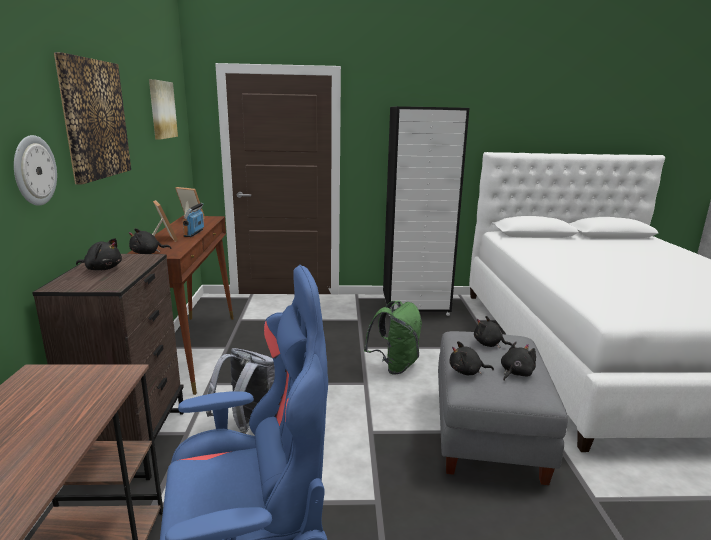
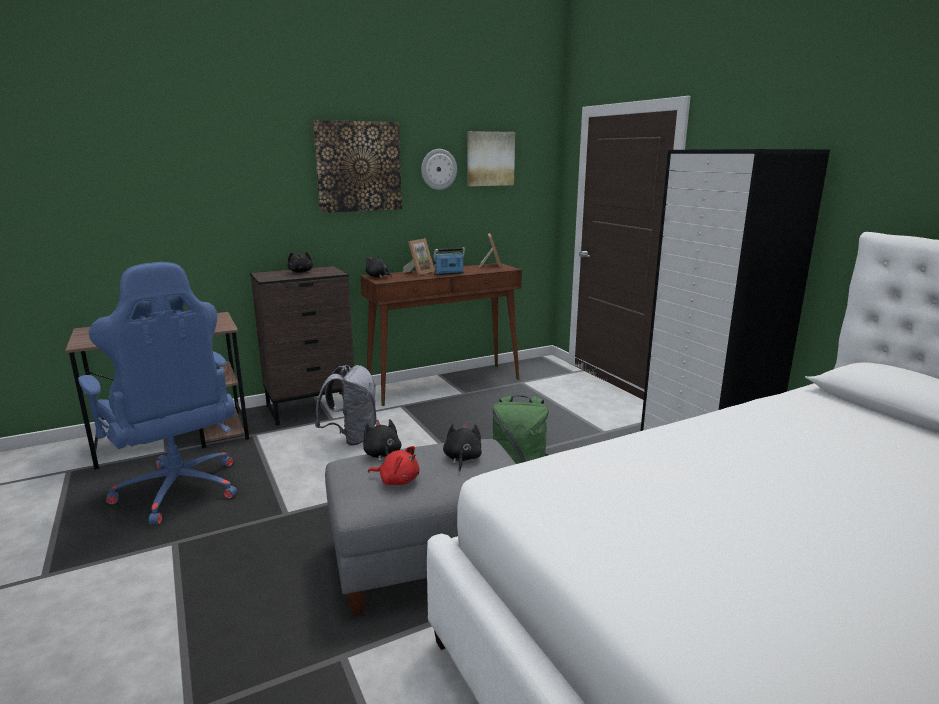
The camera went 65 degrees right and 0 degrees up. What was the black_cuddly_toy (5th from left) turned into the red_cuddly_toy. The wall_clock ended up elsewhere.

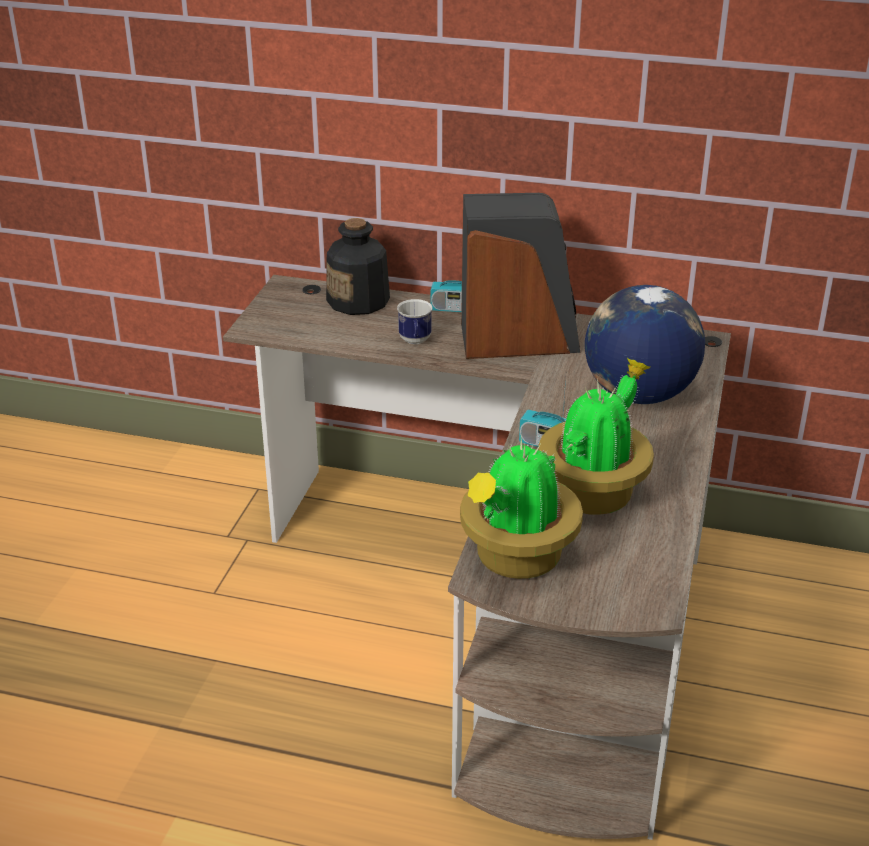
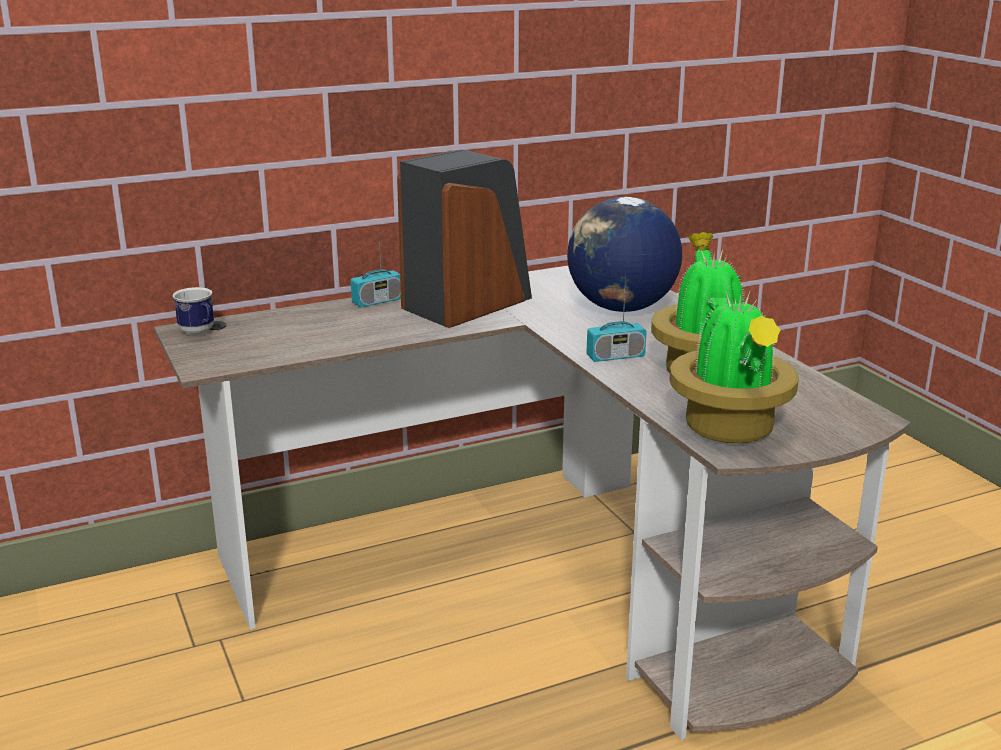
The camera went 40 degrees left and 10 degrees down. The tea_mug ended up elsewhere. The second view lost the drink_bottle.

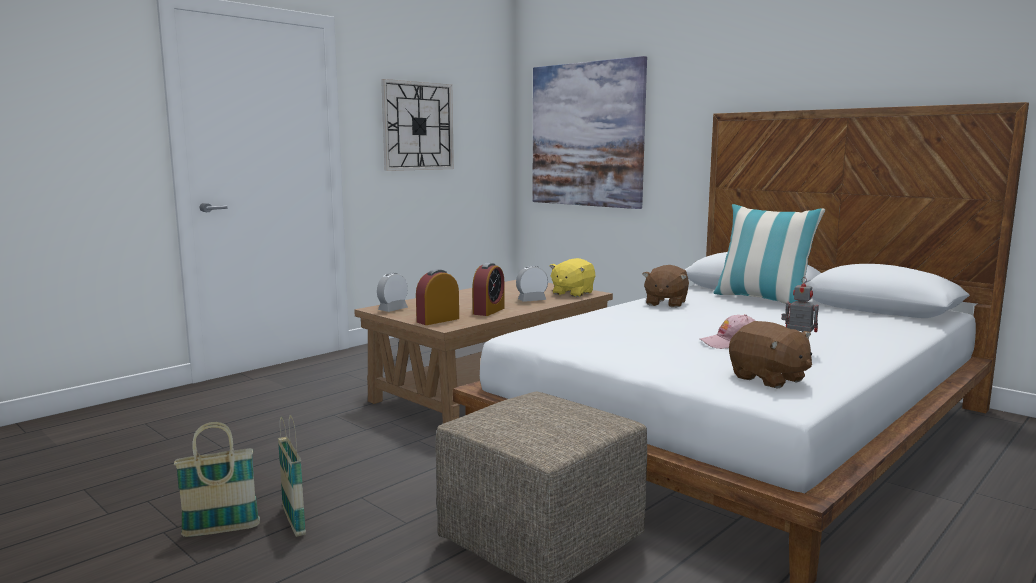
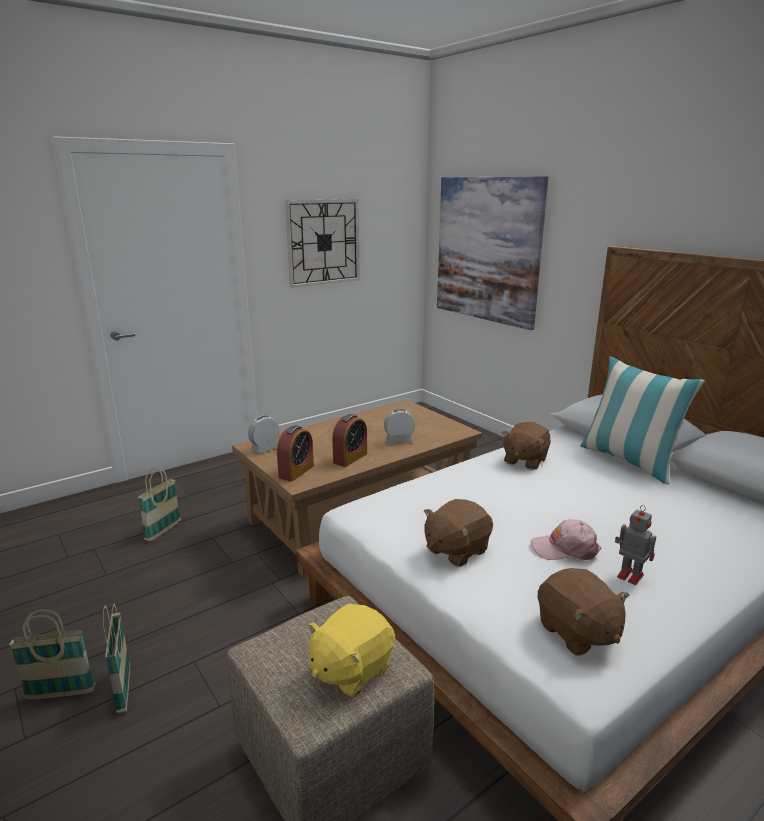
The camera went 10 degrees right and 10 degrees up. The second view gained the basket (3rd from left). The bedside_clock (2nd from left) ended up facing another way, 150 degrees clockwise from before. The yellowish_cuddly_toy ended up elsewhere. The second view gained the brown_cuddly_toy (1st from left).

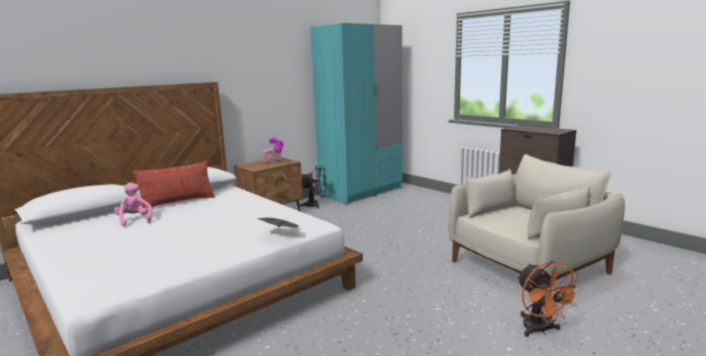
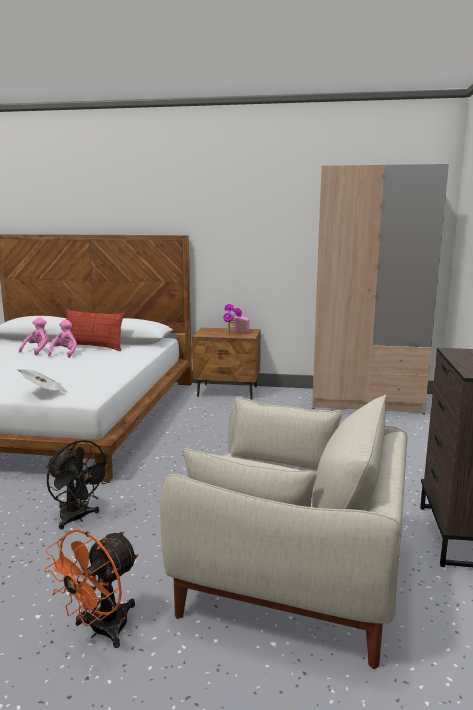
The camera went 50 degrees right and 0 degrees up. The black_cooling_fan ended up elsewhere. The second view gained the pinkish_cuddly_toy (2nd from left). What was the turquoise-coloured_clothes_cupboard turned into the beige_clothes_cupboard.

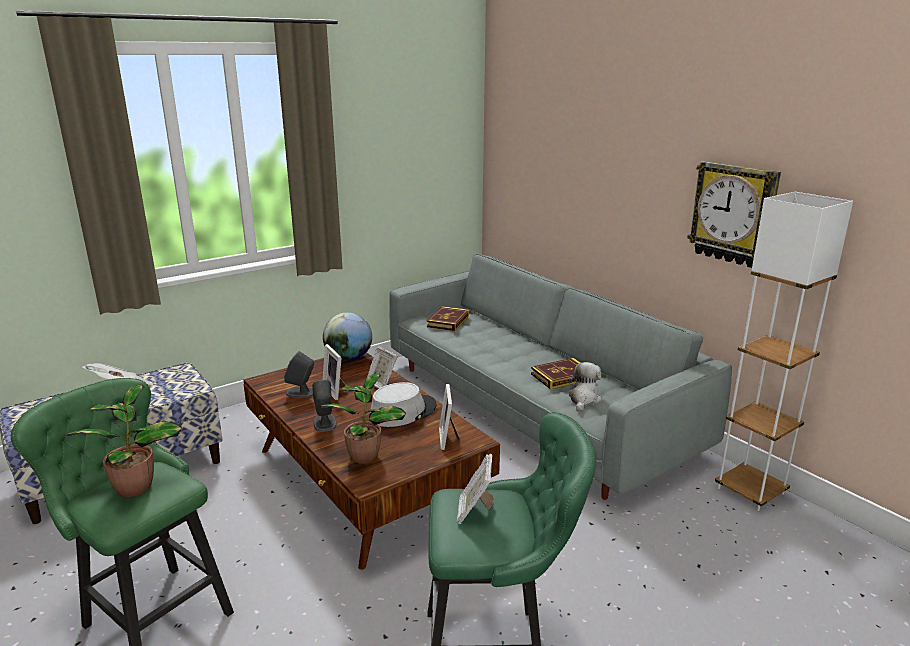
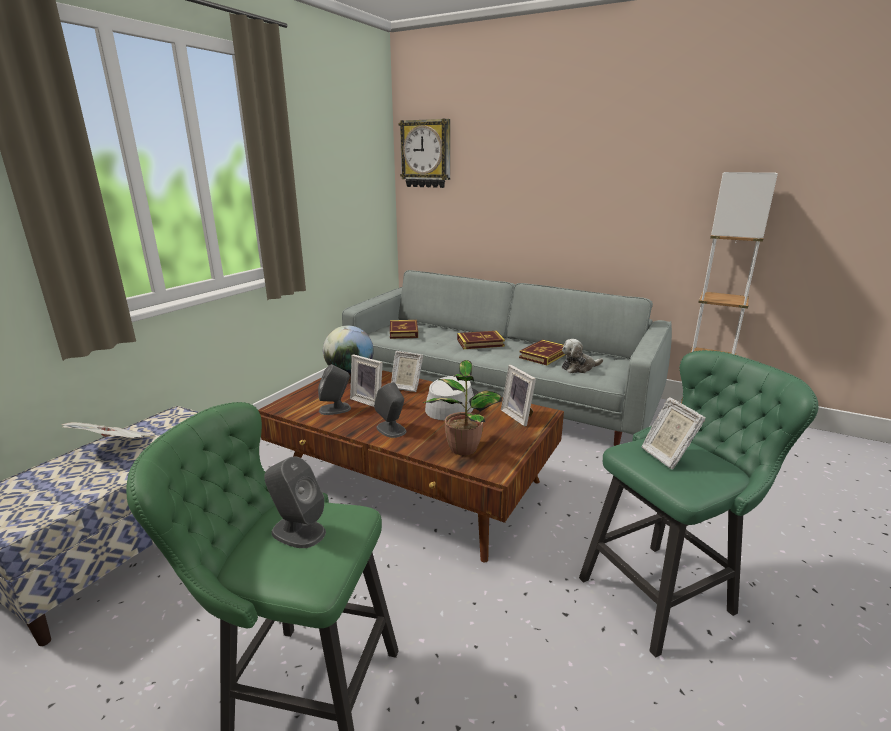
The camera went 25 degrees left and 0 degrees up. Where the houseplant (1st from left) stood, the grey_audio_speaker (1st from left) came to stand. The wall_clock ended up elsewhere. The second view gained the book (2nd from left). The cuddly_toy ended up facing another way, 105 degrees counterclockwise from before.

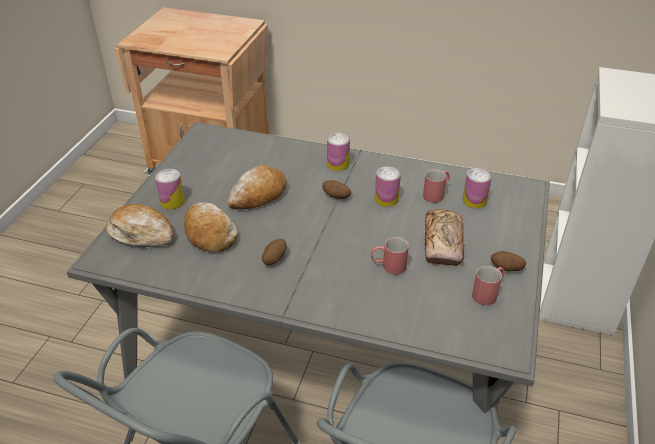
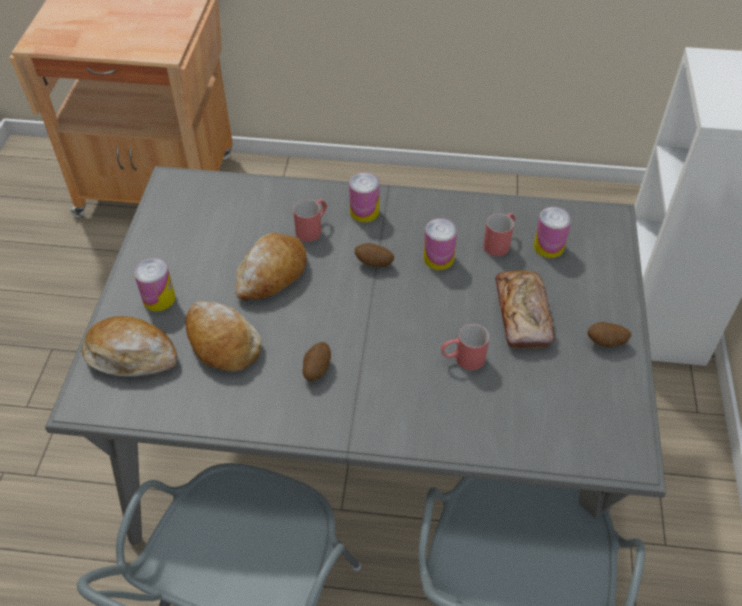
The camera went 10 degrees left and 10 degrees up. The red_tea_mug (3rd from left in the first image) ended up elsewhere.

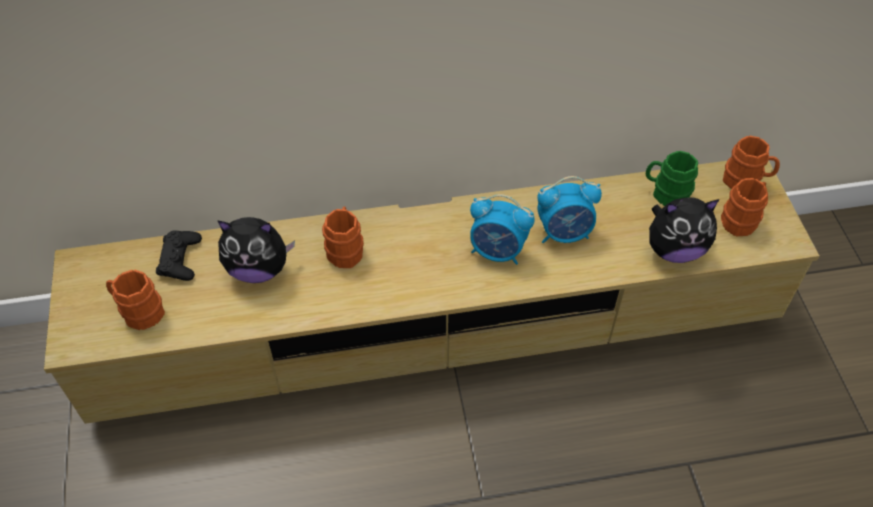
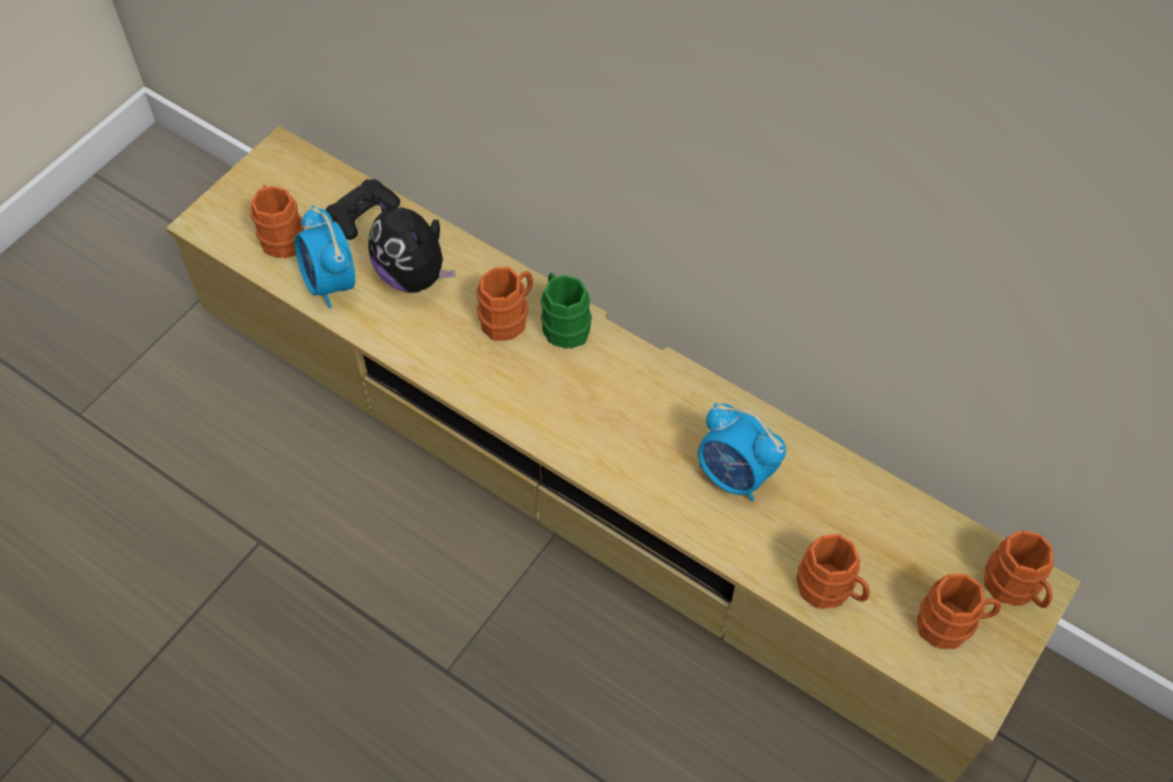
The camera went 45 degrees right and 5 degrees up. The bedside_clock (1st from left) ended up elsewhere. The greenish_tea_mug ended up elsewhere. Where the cuddly_toy (2nd from left) stood, the orange_tea_mug (3rd from left) came to stand.

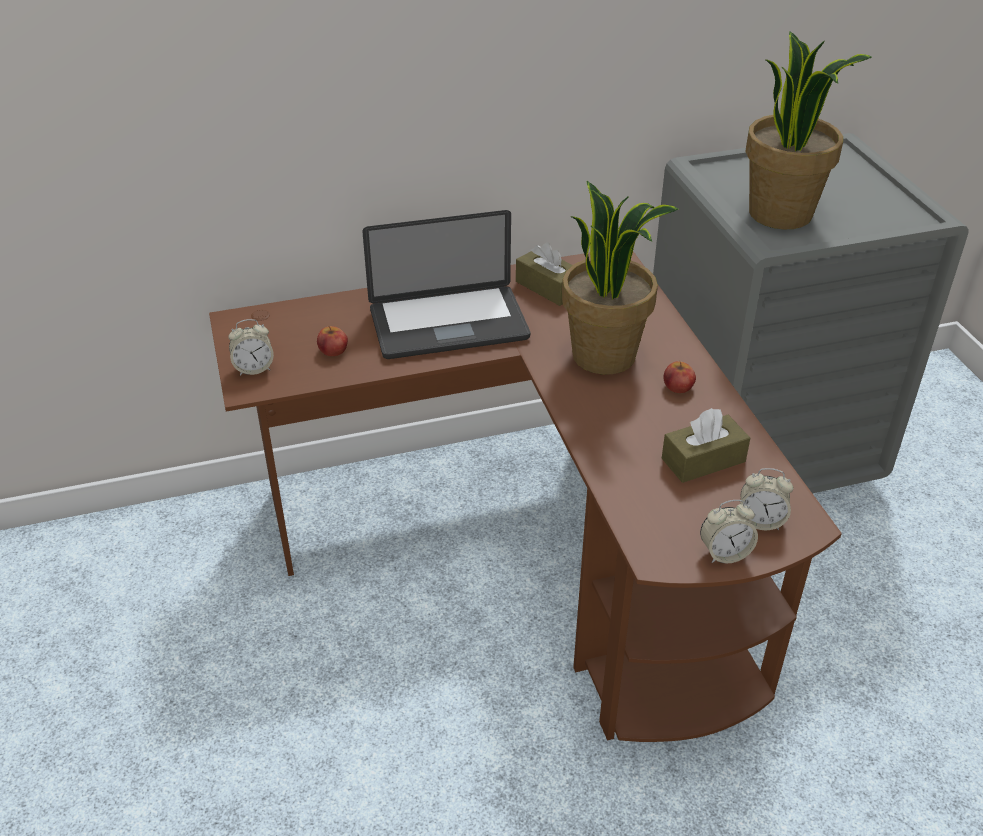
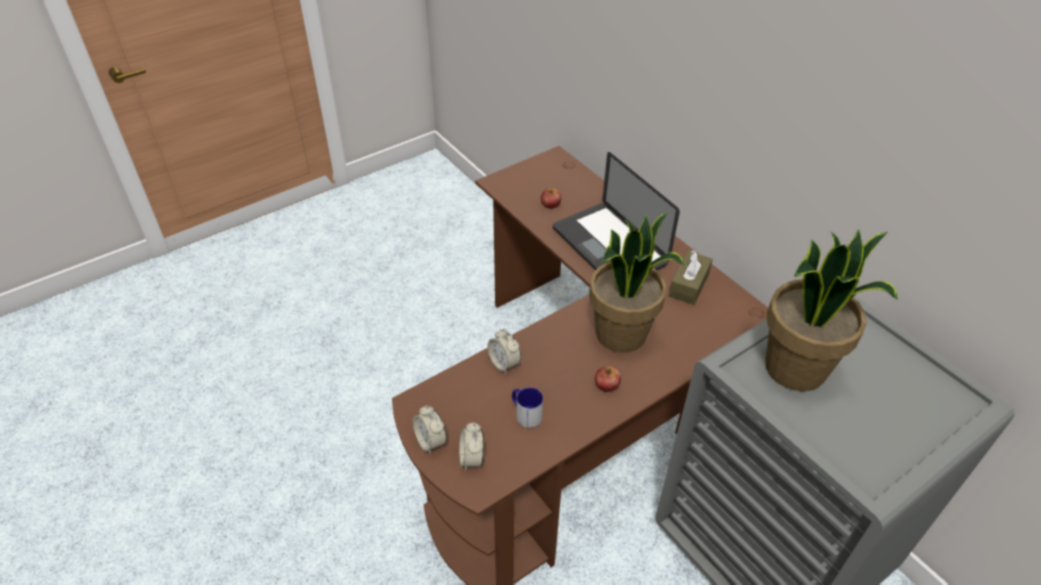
The camera went 70 degrees right and 5 degrees up. The bedside_clock (1st from left in the first image) ended up elsewhere. Where the brown_box_of_tissues (2nd from left) stood, the tea_mug came to stand.

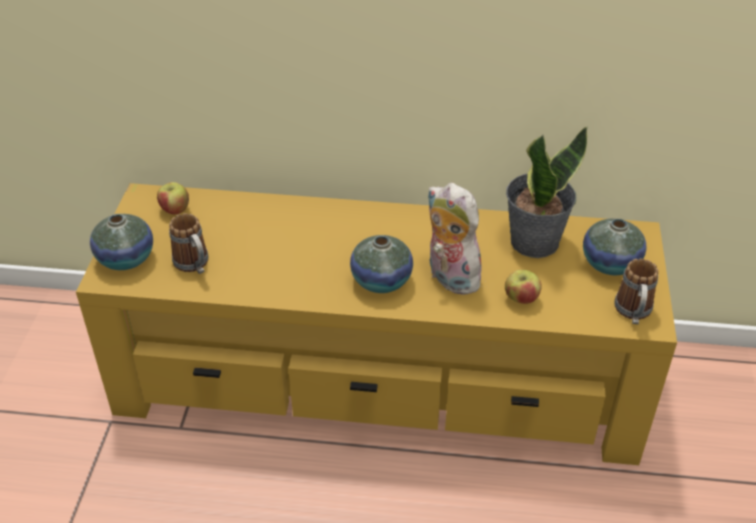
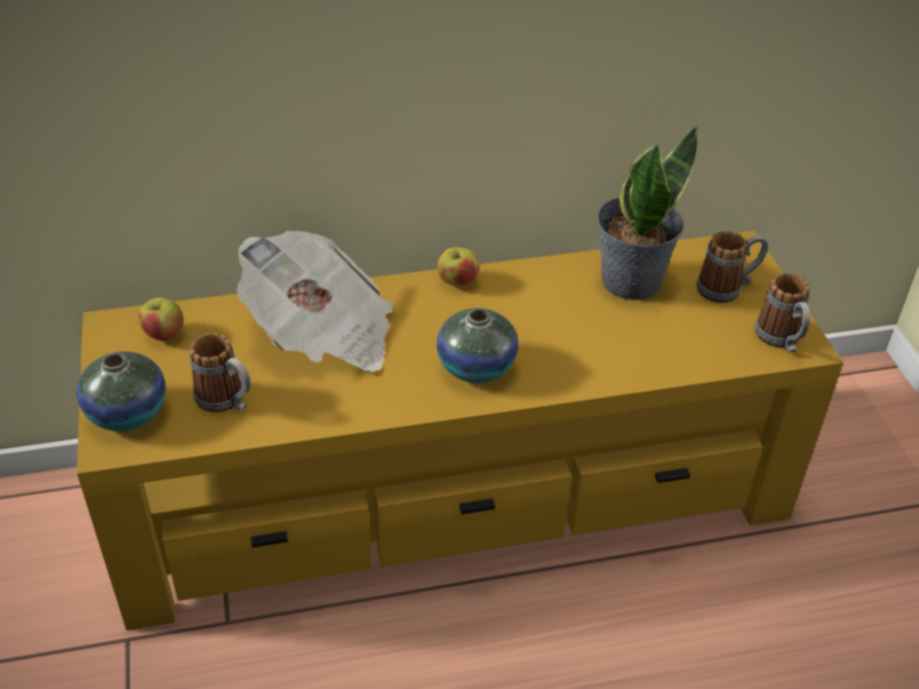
The camera went 20 degrees left and 0 degrees up. The second view gained the daily_paper. The apple_fruit (2nd from left) ended up elsewhere. Where the vase (3rd from left) stood, the tea_mug (2nd from left) came to stand. The second view lost the cuddly_toy.

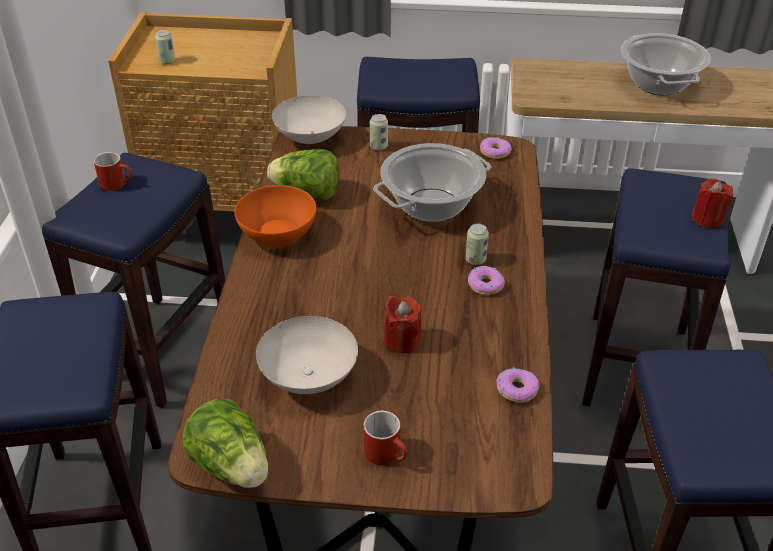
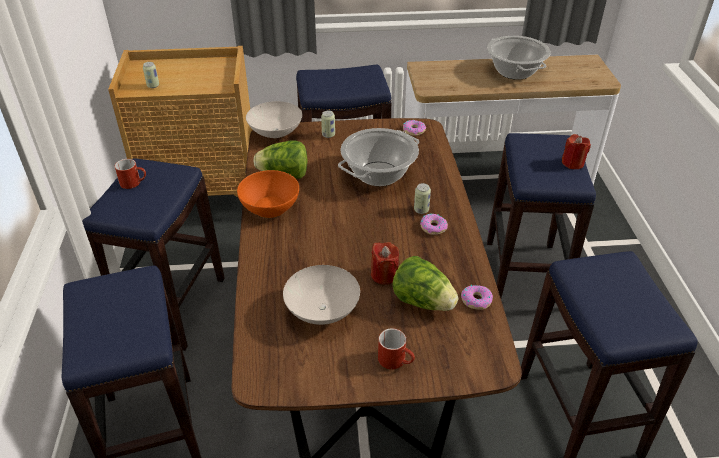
The camera went 10 degrees left and 0 degrees up. The lettuce_head (1st from left in the first image) ended up elsewhere.

